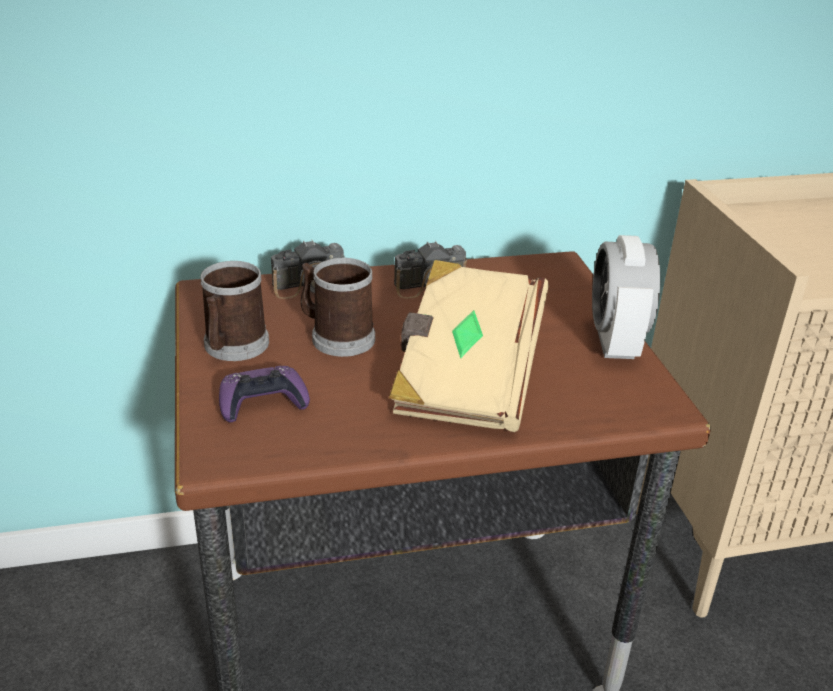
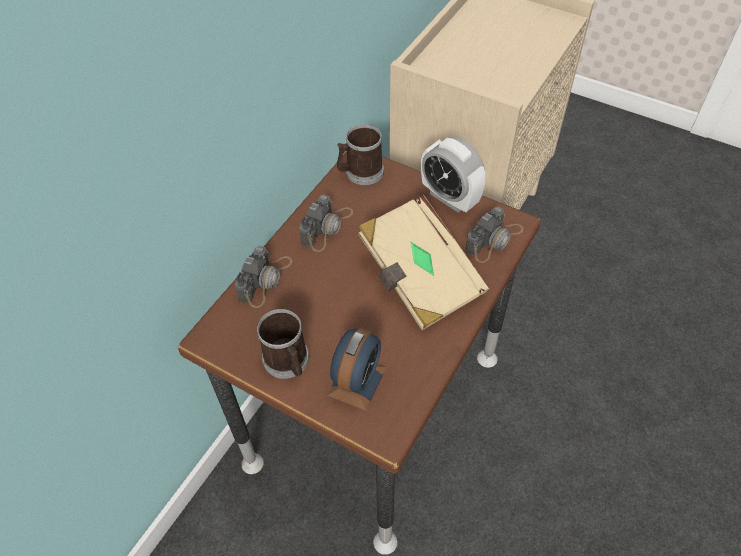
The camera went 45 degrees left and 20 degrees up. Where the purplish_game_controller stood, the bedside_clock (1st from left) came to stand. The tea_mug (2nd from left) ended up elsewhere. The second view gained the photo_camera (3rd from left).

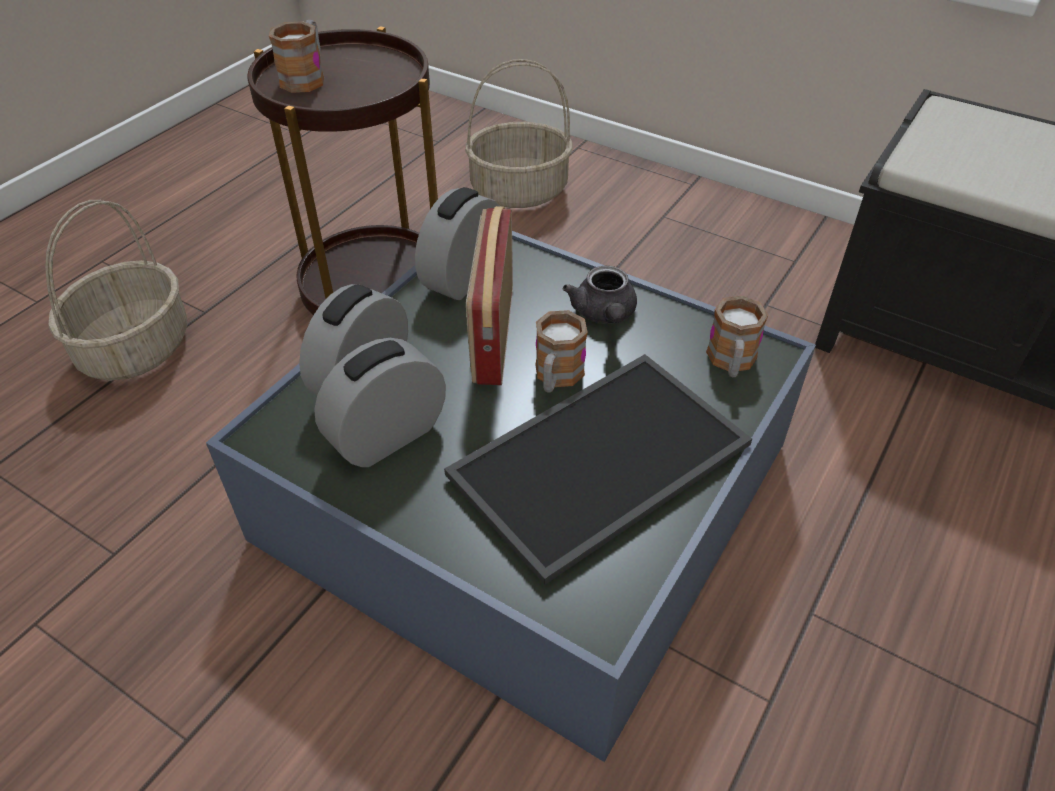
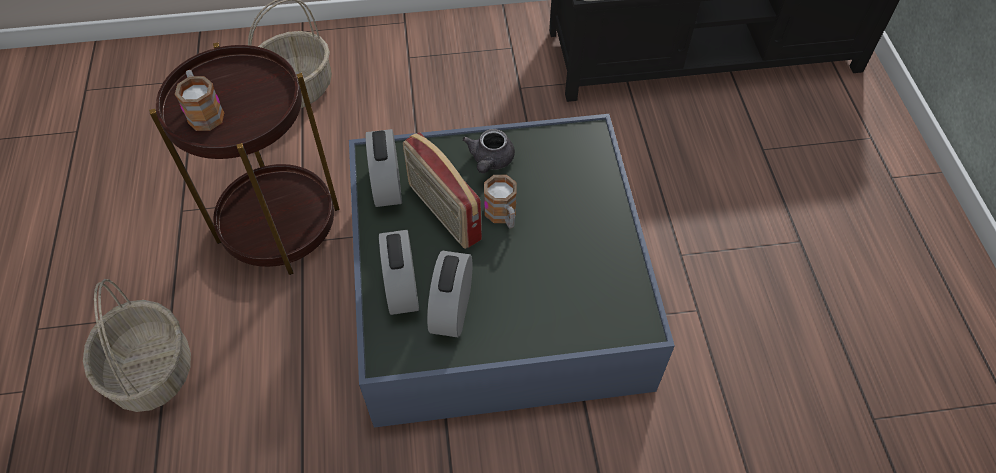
The camera went 40 degrees left and 10 degrees up. The grey_pot_for_tea ended up facing another way, 60 degrees clockwise from before. The second view lost the carrying_tray. The second view lost the tea_mug (3rd from left).

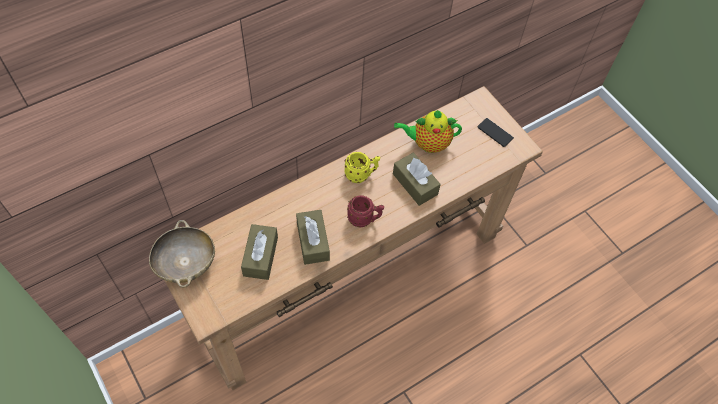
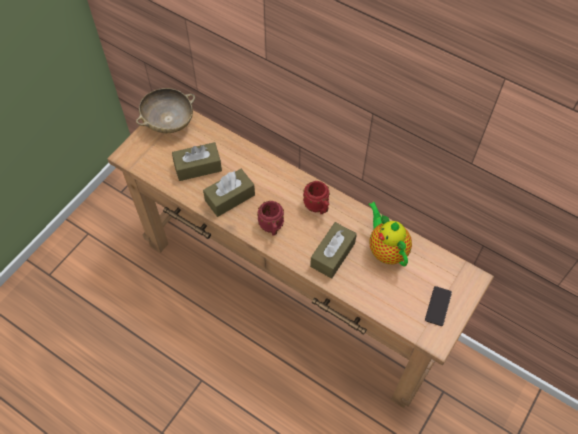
The camera went 70 degrees right and 0 degrees up. What was the yellowish_tea_mug turned into the red_tea_mug (2nd from left).

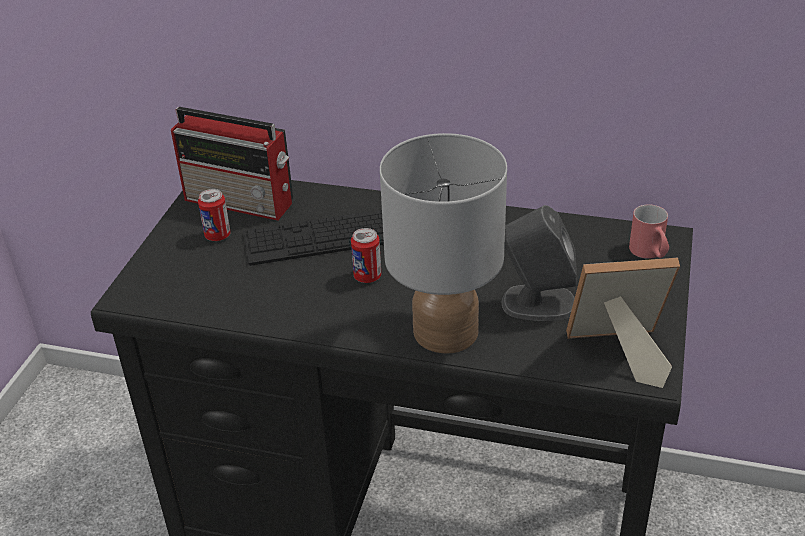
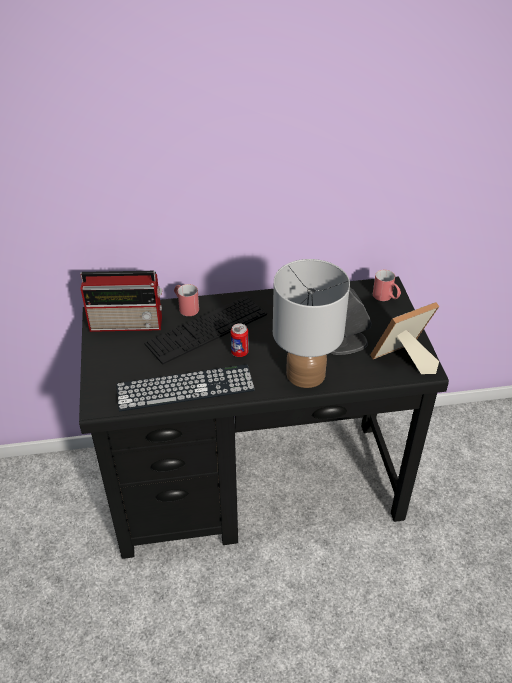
The camera went 25 degrees left and 5 degrees up. The second view gained the keyboard (1st from left). The second view gained the red_tea_mug (1st from left). The second view lost the can (1st from left).

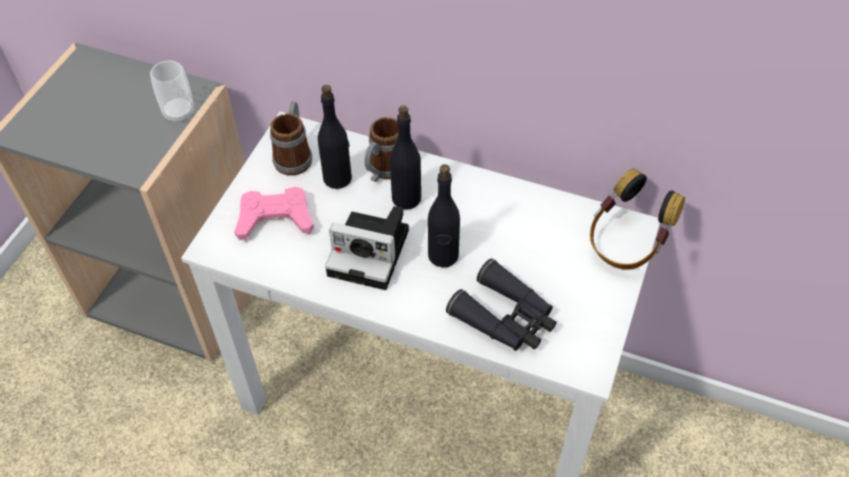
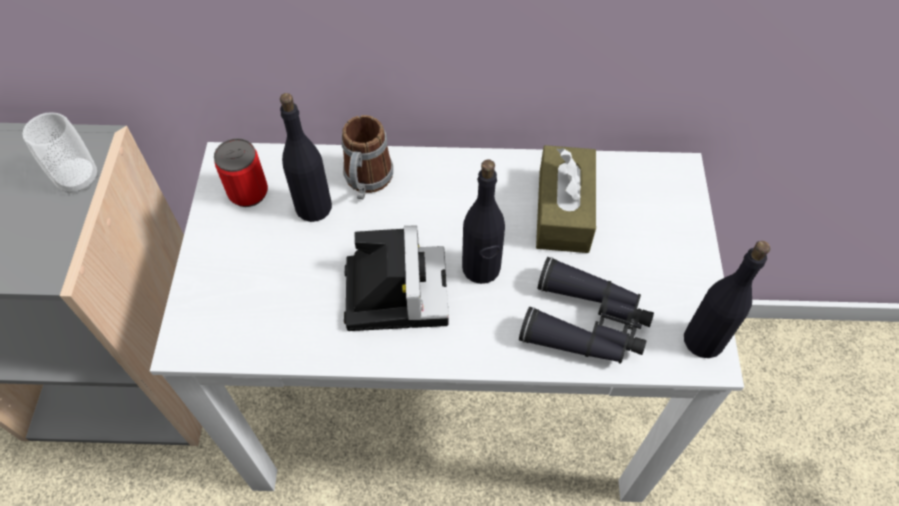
The camera went 20 degrees left and 5 degrees up. Where the tea_mug (1st from left) stood, the can came to stand. The photo_camera ended up facing another way, 90 degrees counterclockwise from before. The second view gained the brown_box_of_tissues. The black_drink_bottle (2nd from left in the first image) ended up elsewhere. The second view lost the pinkish_game_controller. The second view lost the headset.

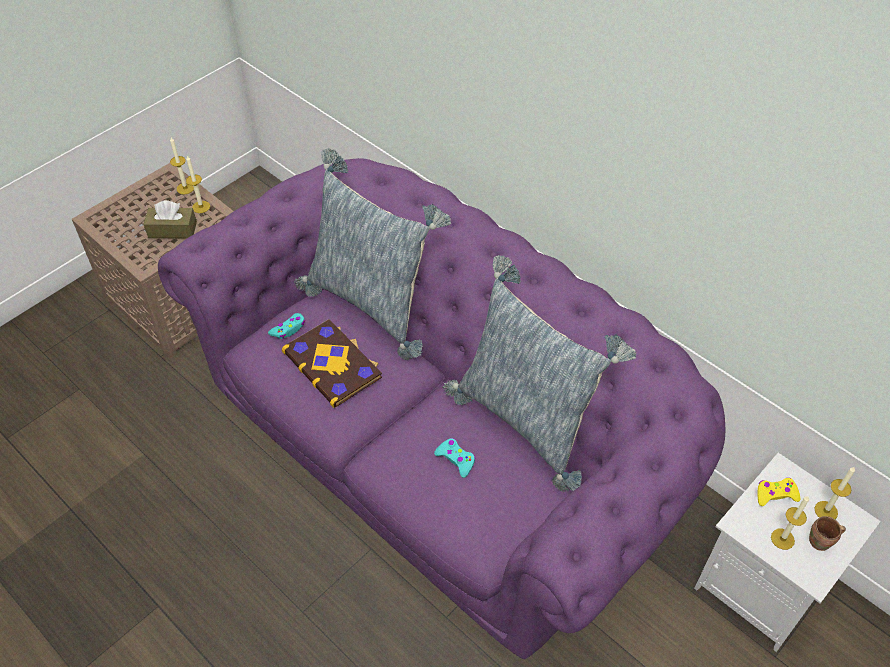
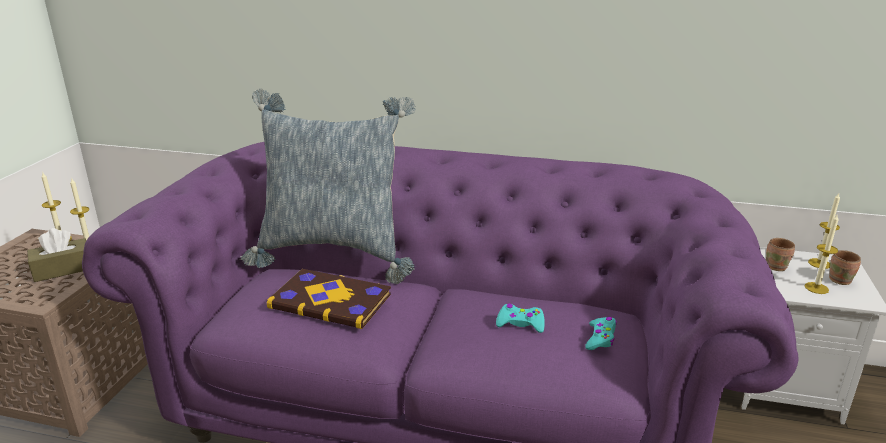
The camera went 30 degrees left and 25 degrees down. The turquoise-coloured_game_controller (1st from left in the first image) ended up elsewhere. Where the yellowish_game_controller stood, the brown_tea_mug (1st from left) came to stand. The second view lost the pillow (2nd from left).

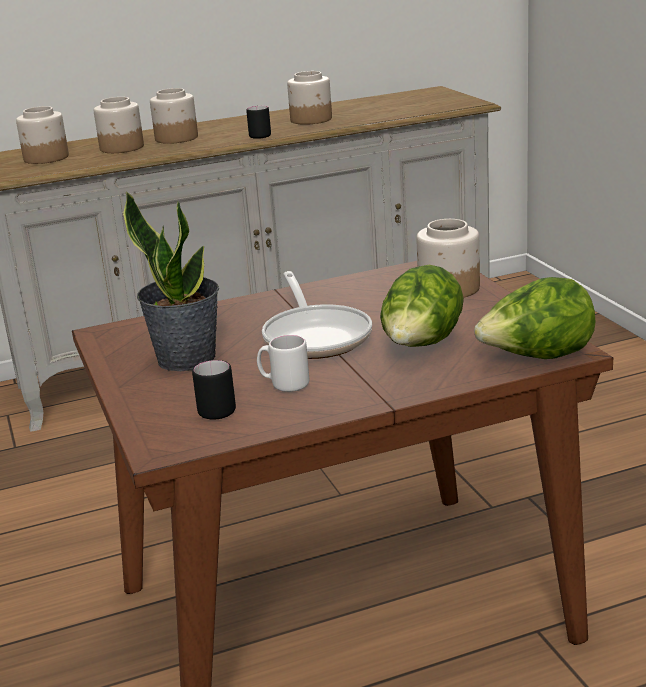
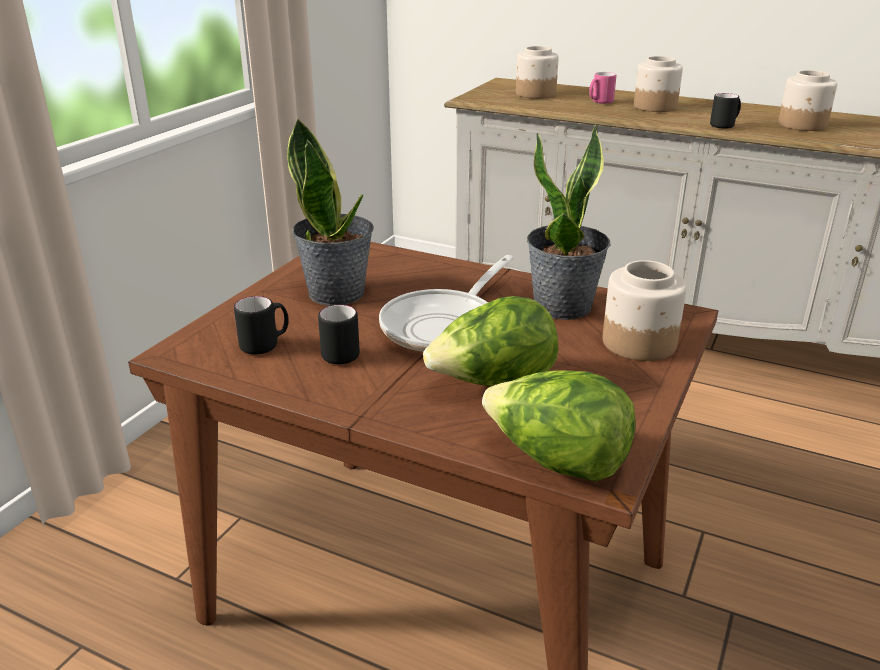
The camera went 45 degrees right and 5 degrees up. What was the white-coloured_tea_mug turned into the black_tea_mug (2nd from left). The second view gained the houseplant (2nd from left). Where the storage_jar (2nd from left) stood, the pinkish_tea_mug came to stand.

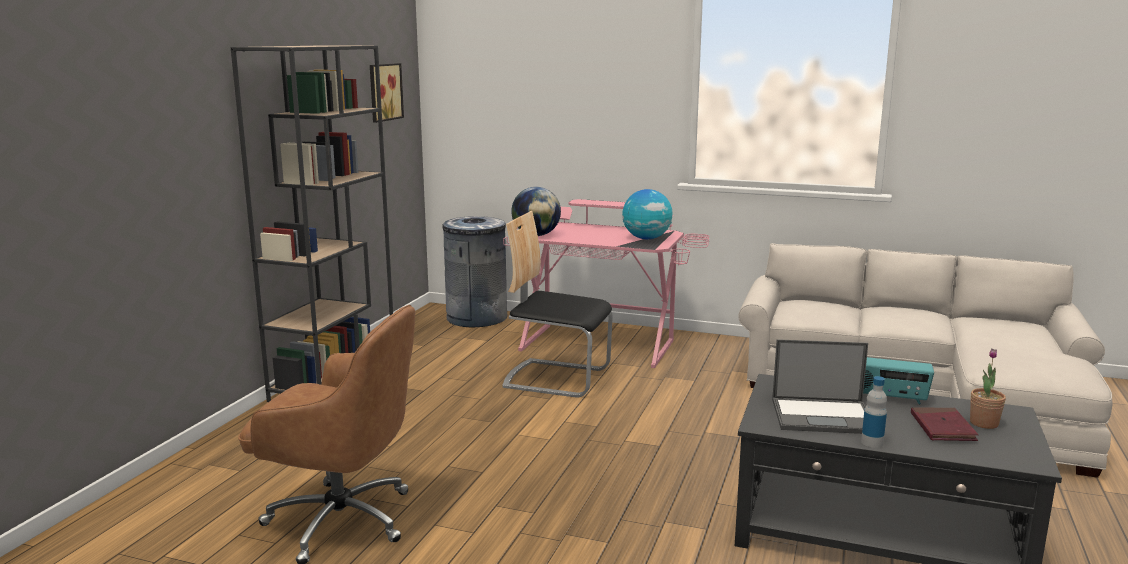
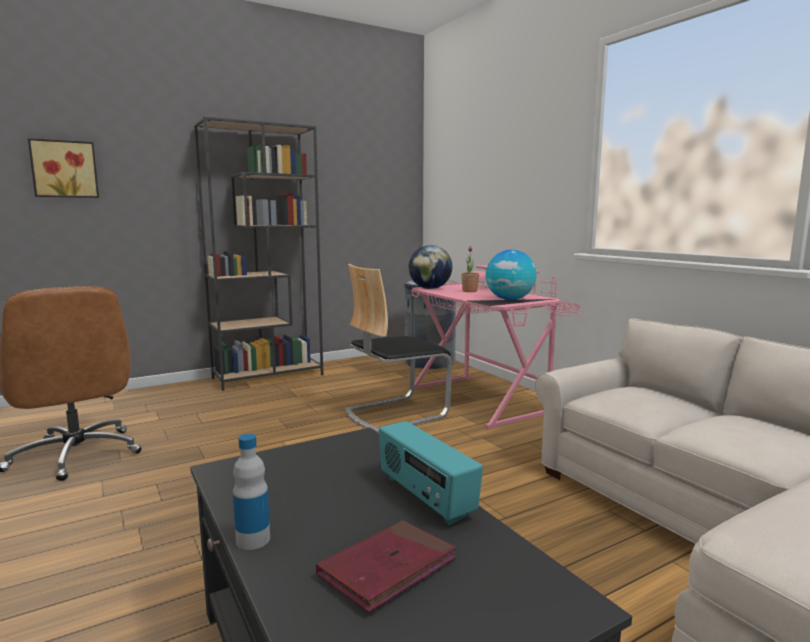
The camera went 40 degrees right and 5 degrees down. The picture ended up elsewhere. The plain_chair ended up facing another way, 90 degrees counterclockwise from before. The houseplant ended up elsewhere. The second view lost the portable_computer.

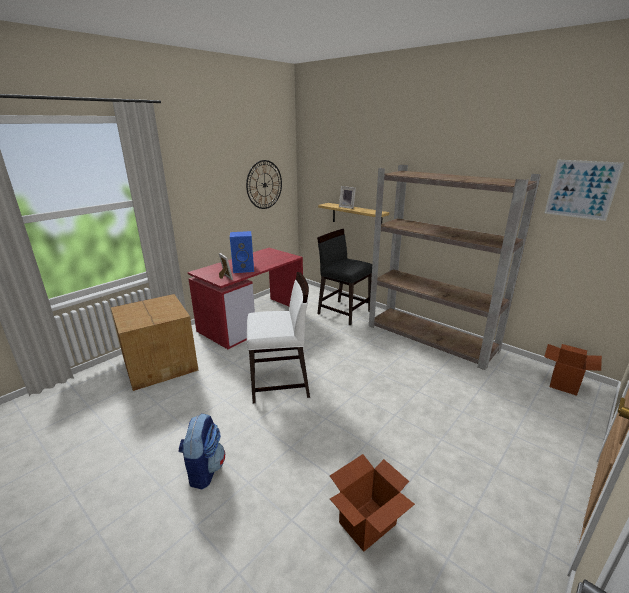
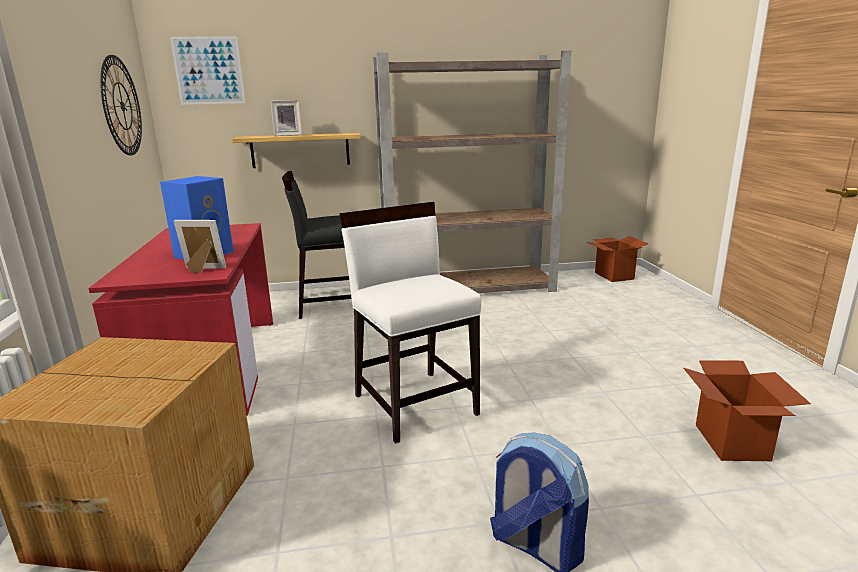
The camera went 50 degrees left and 5 degrees down. The picture ended up elsewhere. The white-coloured_plain_chair ended up facing another way, 60 degrees counterclockwise from before.

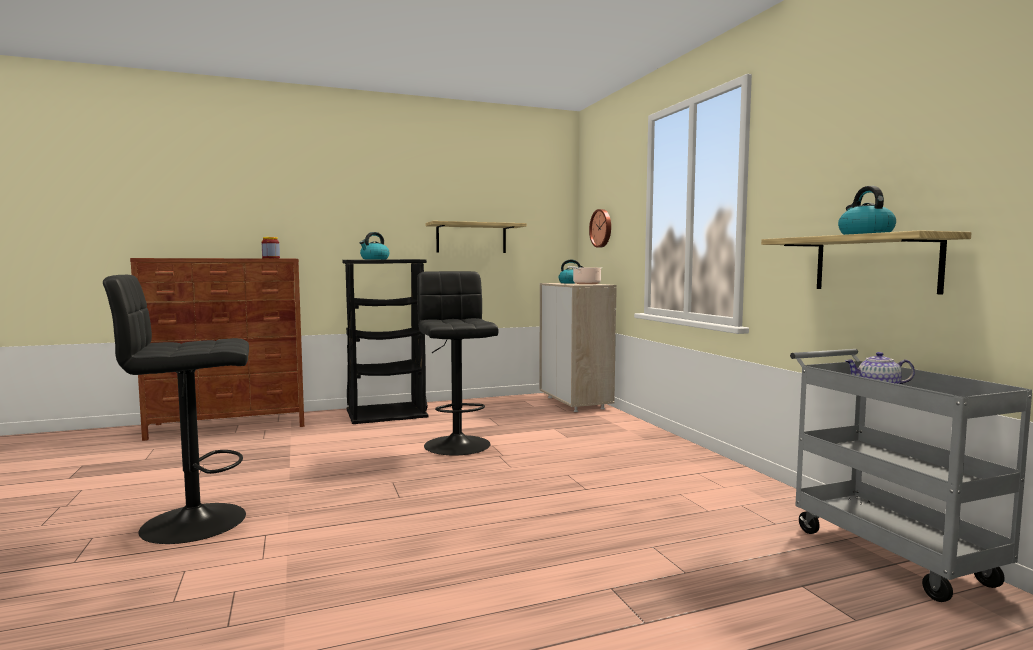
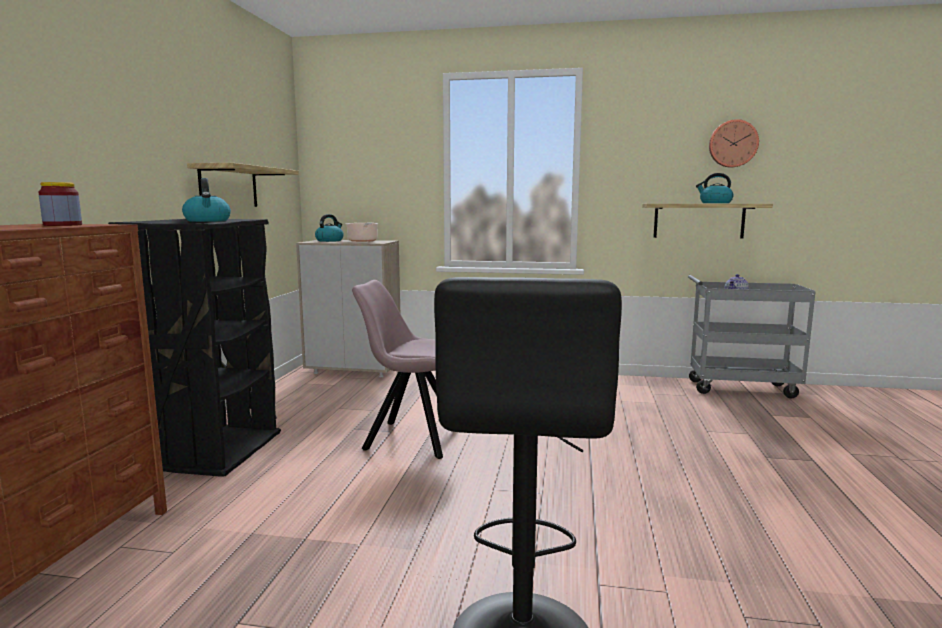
The camera went 60 degrees left and 5 degrees up. Where the black_stool (2nd from left) stood, the pinkish_plain_chair came to stand. The wall_clock ended up elsewhere.

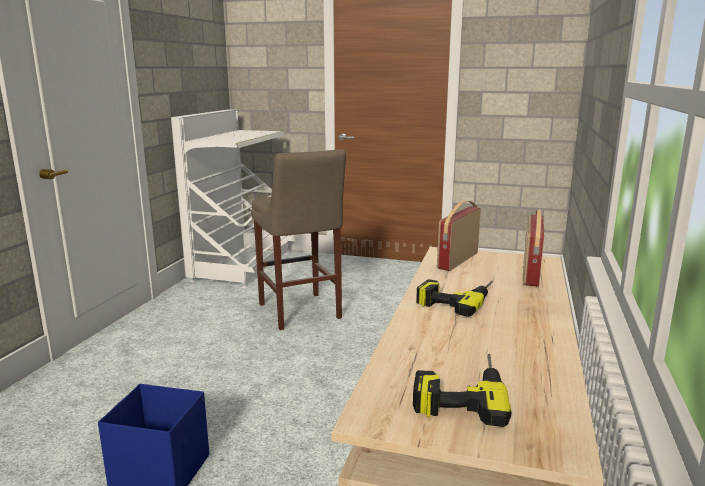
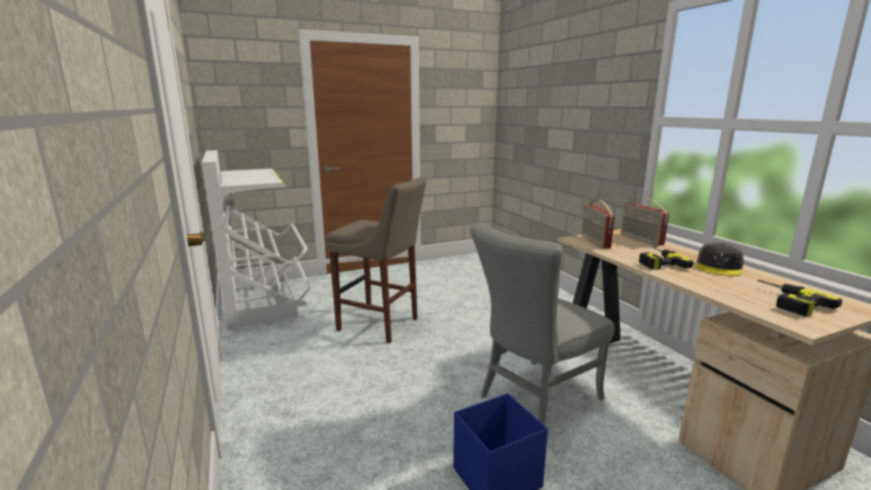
The camera went 40 degrees left and 0 degrees up. The second view gained the grey_plain_chair. The second view gained the grey_cap.

